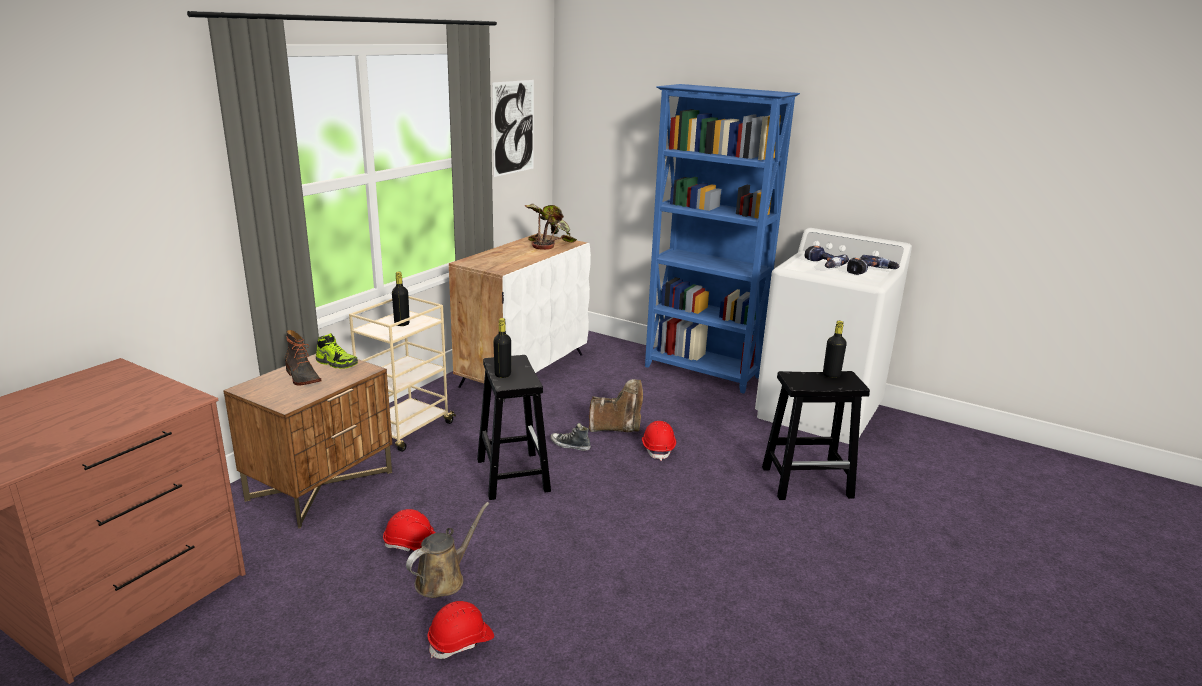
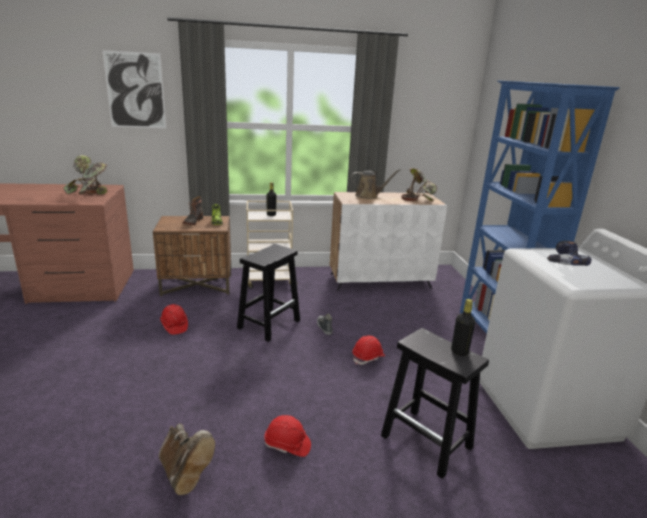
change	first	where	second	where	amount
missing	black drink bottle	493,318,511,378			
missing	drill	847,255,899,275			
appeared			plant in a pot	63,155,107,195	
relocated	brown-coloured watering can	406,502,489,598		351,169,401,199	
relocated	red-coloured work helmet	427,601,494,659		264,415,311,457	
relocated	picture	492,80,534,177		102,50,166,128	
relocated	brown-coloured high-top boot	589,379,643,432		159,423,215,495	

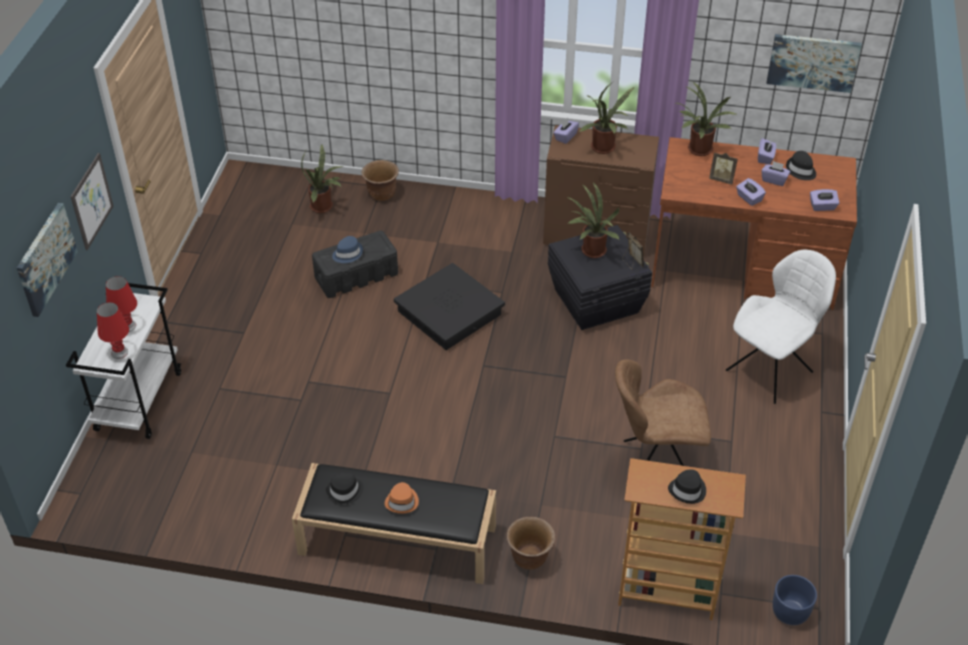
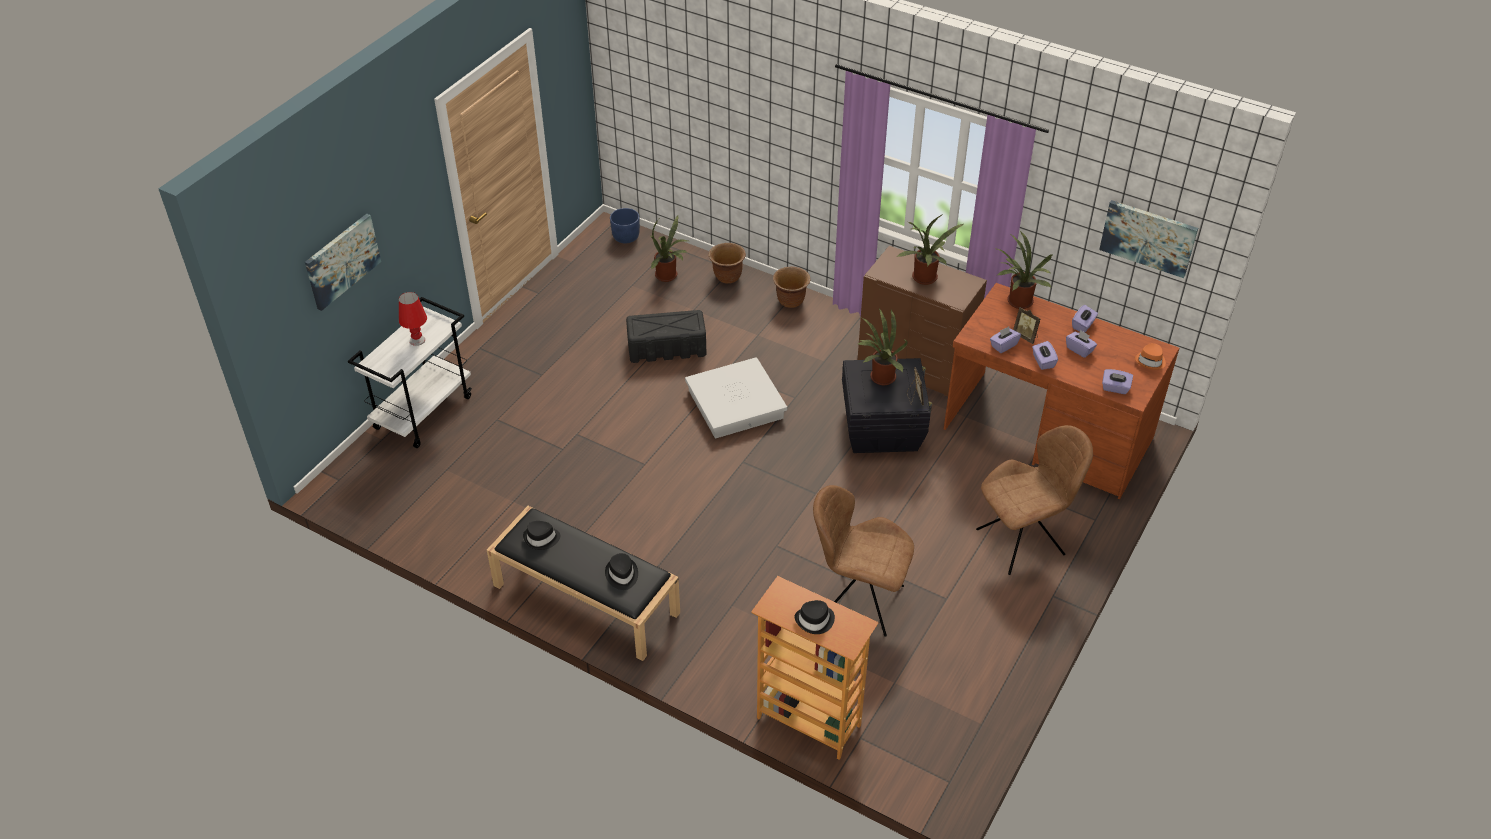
change	first	where	second	where	amount
missing	picture	71,153,113,250			
missing	red-coloured table lamp	97,302,129,359			
missing	blue wearable hat	332,236,363,263			
relocated	orangey wearable hat	384,482,419,514		1135,343,1166,370	
relocated	brown-coloured flower pot	506,517,555,570		773,267,811,308	
relocated	purplish box of tissues	554,118,579,144		990,327,1021,353	
relocated	blue flower pot	772,575,817,625		610,208,640,244	
relocated	black wearable hat	786,151,816,180		605,553,638,590	
colour	black storage box	394,263,505,350	whitish storage box	685,357,787,439	
colour	whitish chair	726,250,836,404	brown-coloured chair	976,425,1093,575	

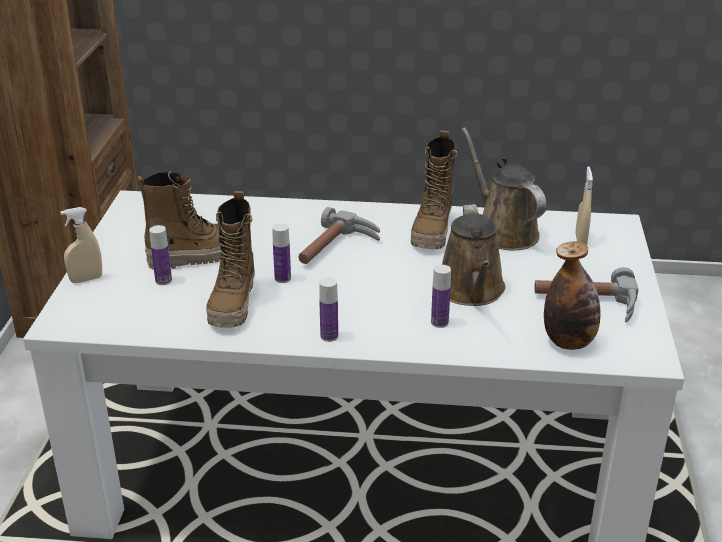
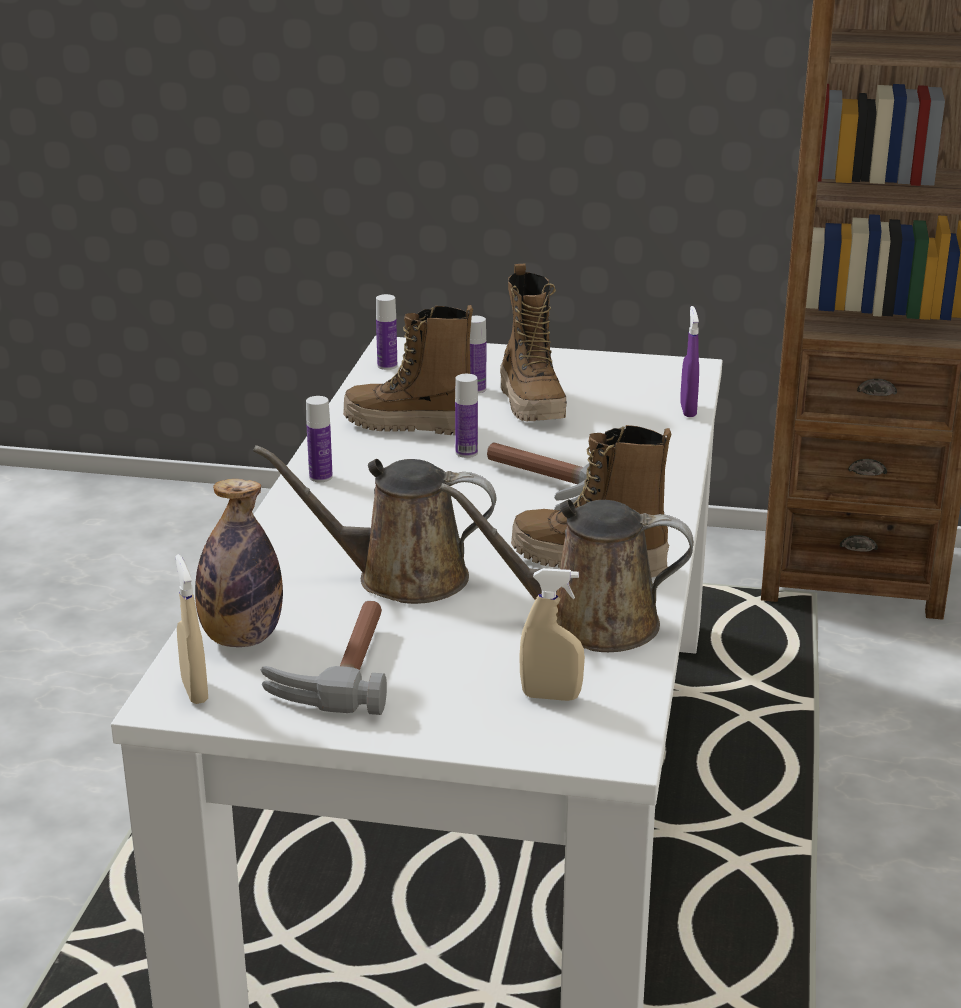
change	first	where	second	where	amount
appeared			purplish spray bottle	680,306,699,417	
relocated	beige spray bottle	60,207,102,283		175,554,208,704	
relocated	drink bottle	431,265,451,328		376,294,397,370	
spun	brown-coloured watering can	462,128,546,250		440,483,694,652	150 degrees counterclockwise

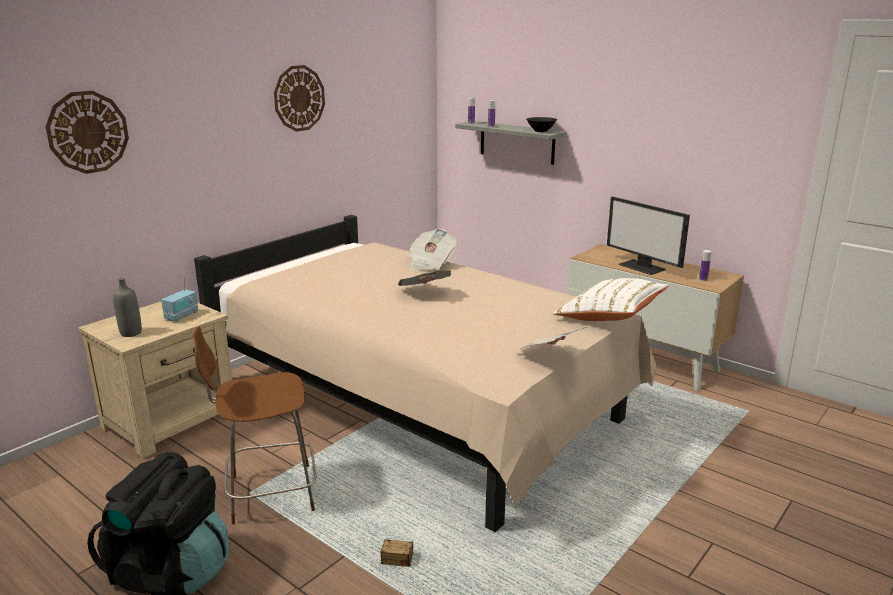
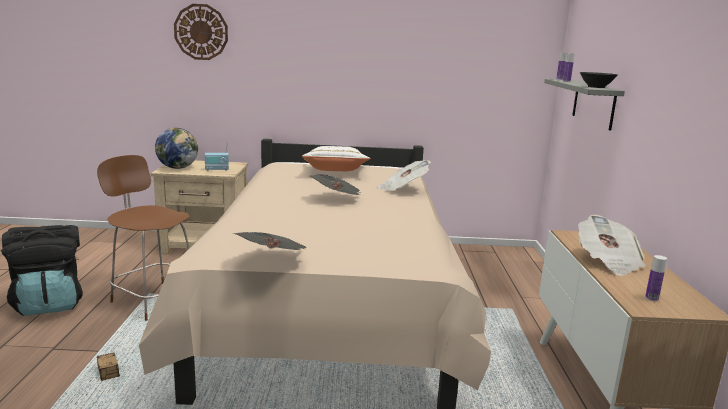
change	first	where	second	where	amount
missing	wall clock	274,65,325,132			
relocated	whitish pillow	553,278,669,321		302,146,370,171	
exchanged	grey drink bottle	113,278,142,337	desk globe	155,128,198,169	
exchanged	computer display	607,196,690,275	daily paper	578,215,646,276	

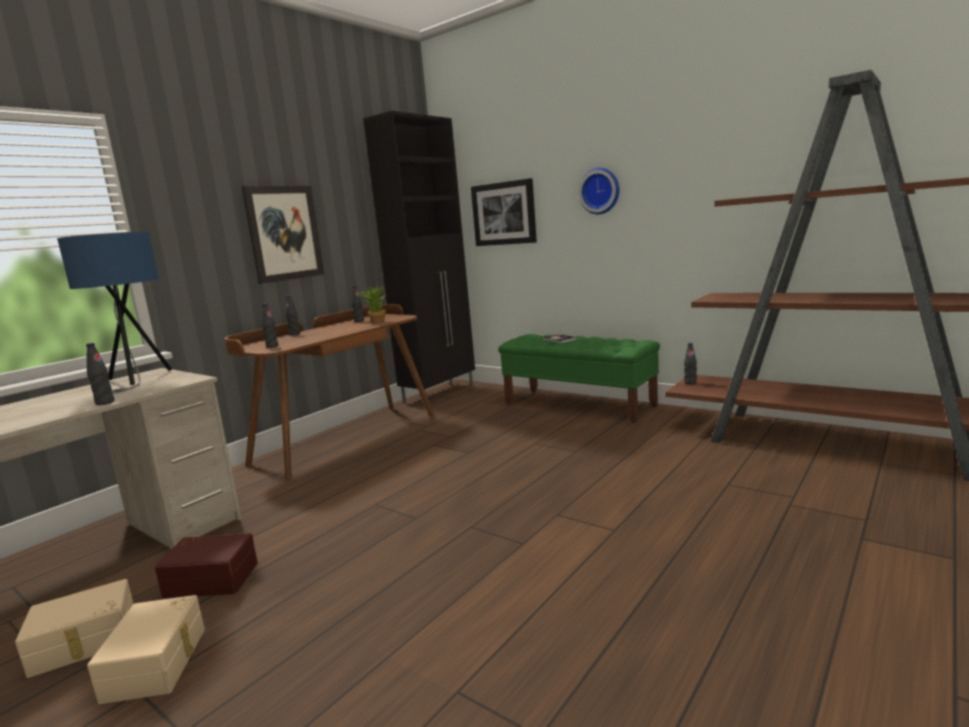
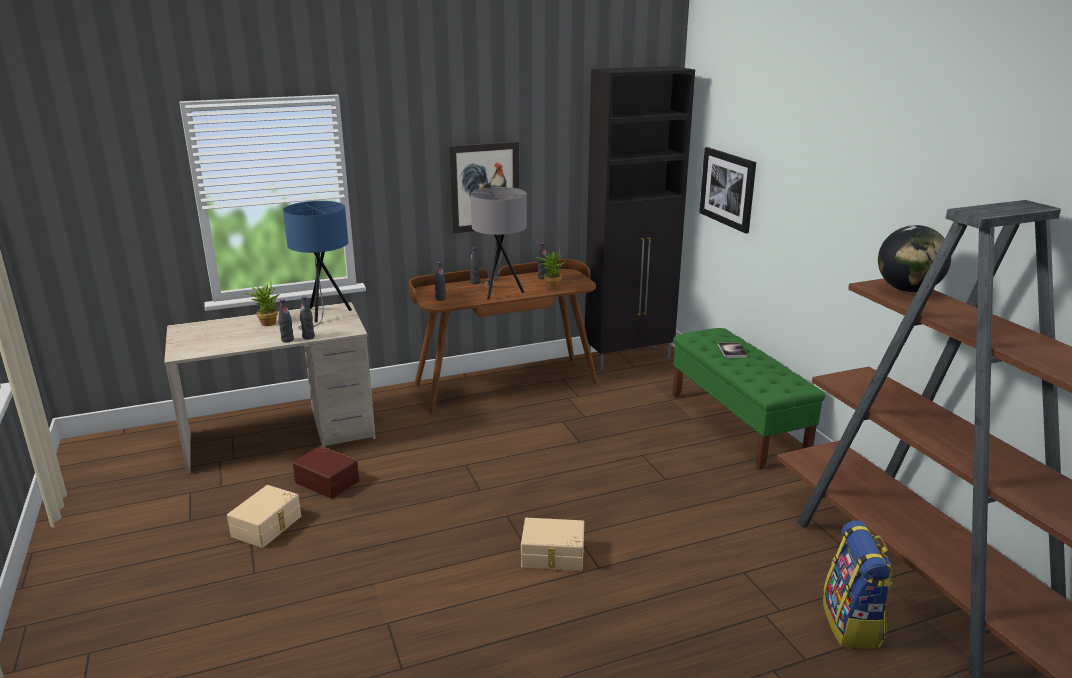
change	first	where	second	where	amount
missing	wall clock	579,168,619,214			
appeared			plant in a pot	245,282,280,326	
appeared			grey table lamp	471,187,527,300	
appeared			knapsack	823,521,893,649	
appeared			desk globe	878,225,951,292	
relocated	beige storage box	15,579,134,678		521,518,584,571	
relocated	black drink bottle	684,343,697,384		300,296,315,340	

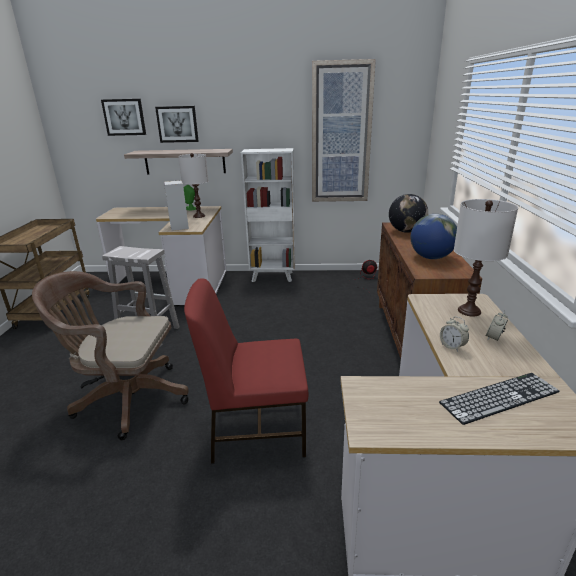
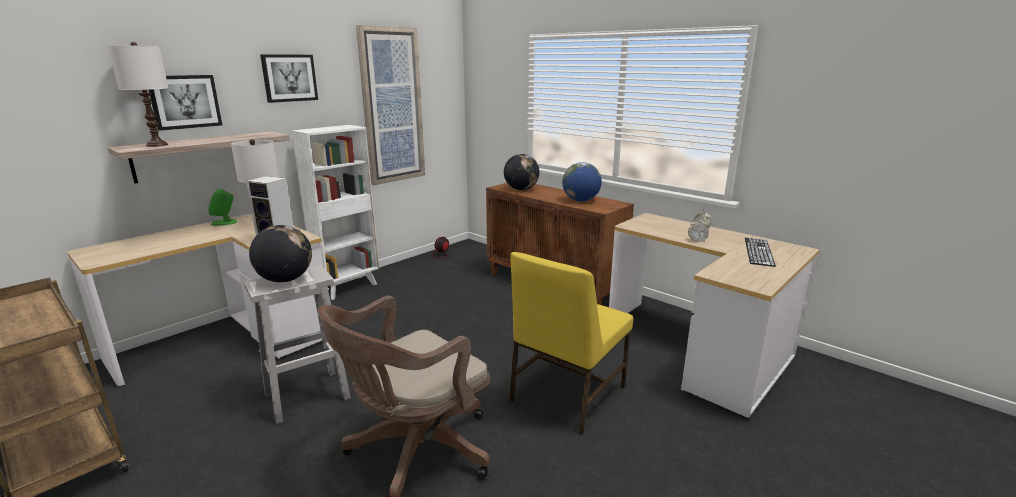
change	first	where	second	where	amount
appeared			desk globe	249,225,312,282	
relocated	picture	101,99,146,136		260,54,318,103	
relocated	whitish table lamp	454,199,518,317		108,42,168,147	
colour	red-coloured chair	184,278,308,464	yellow-coloured chair	509,252,633,435	

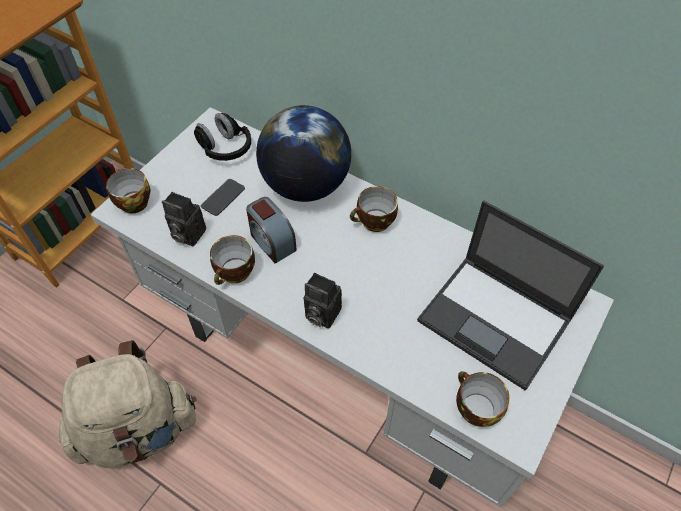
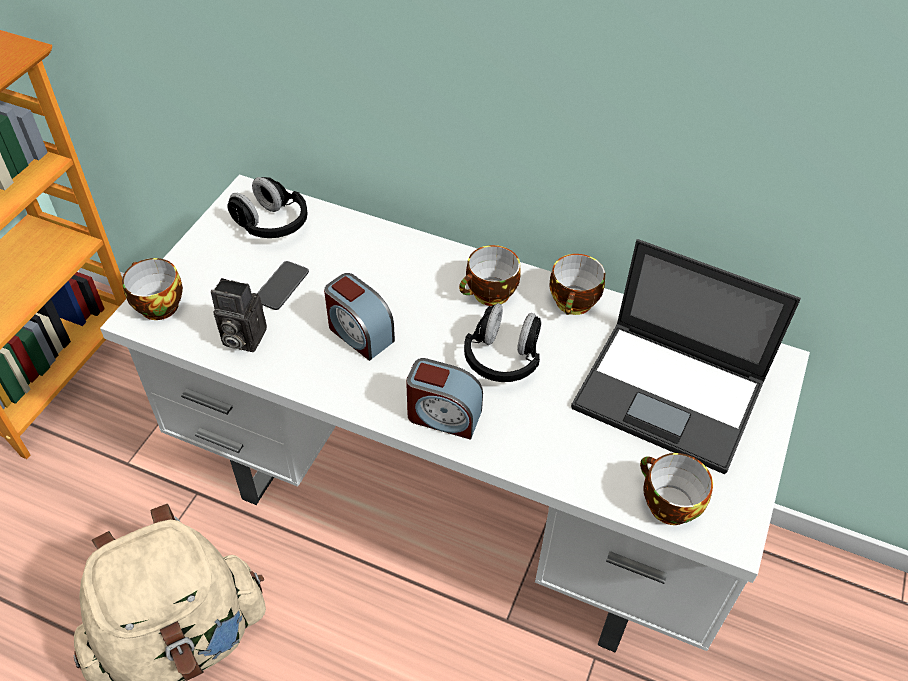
change	first	where	second	where	amount
missing	desk globe	256,105,351,202			
appeared			black headphones	464,303,541,382	
relocated	cup	210,235,255,285		549,254,605,315	
exchanged	photo camera	304,273,342,329	alarm clock	406,358,483,440	

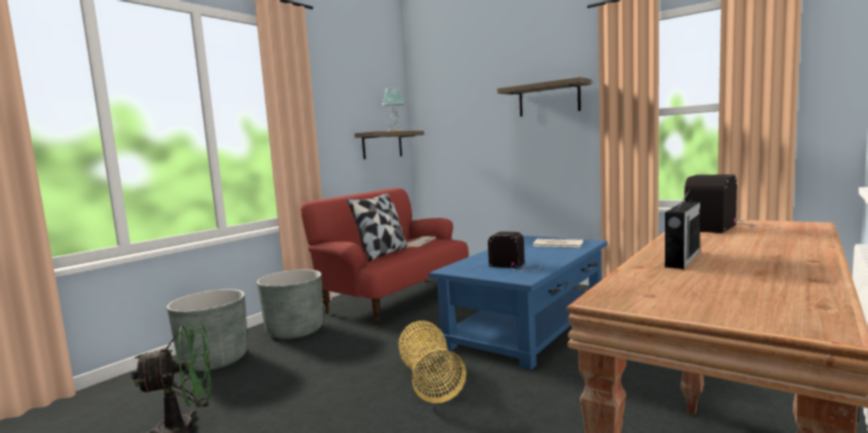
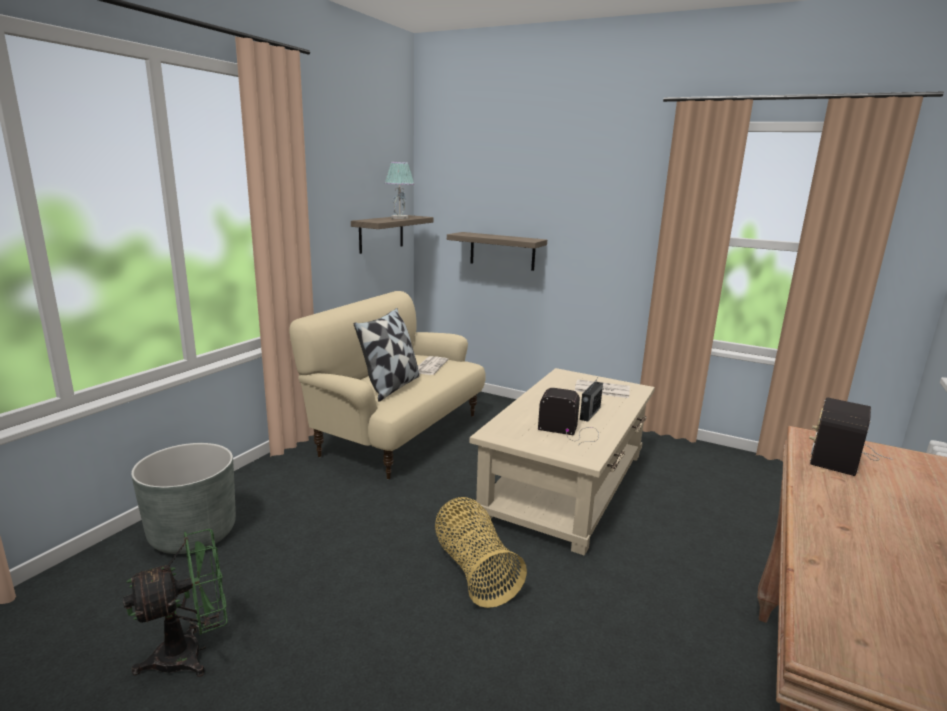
change	first	where	second	where	amount
missing	grey flower pot	257,269,323,339			
relocated	bracket shelf	497,77,591,117		447,232,547,271	
relocated	radio receiver	665,188,700,269		580,376,603,422	
colour	red-coloured settee	300,188,469,326	beige settee	289,291,485,480	
colour	blue low table	429,235,607,370	beige low table	469,368,655,556	

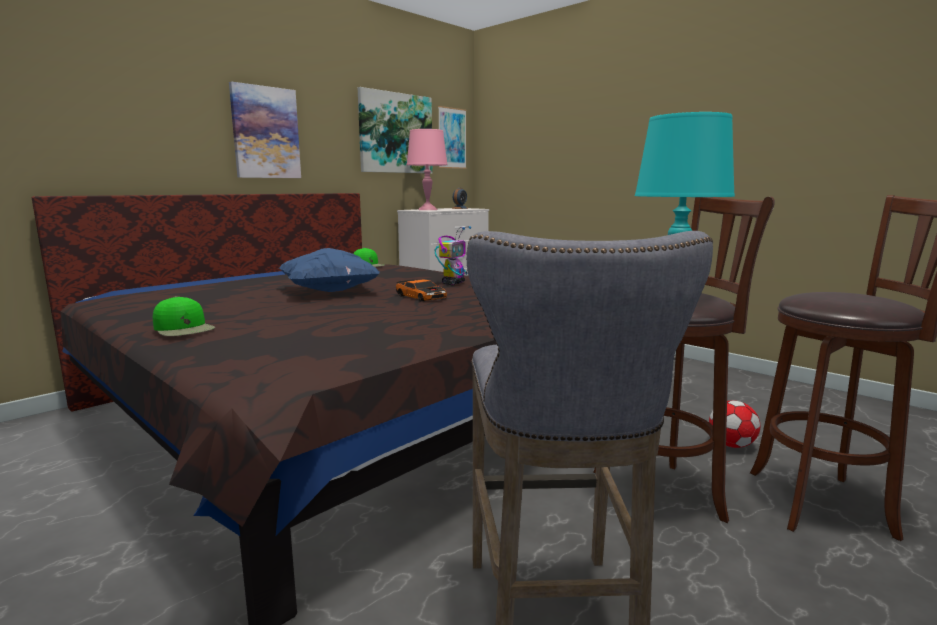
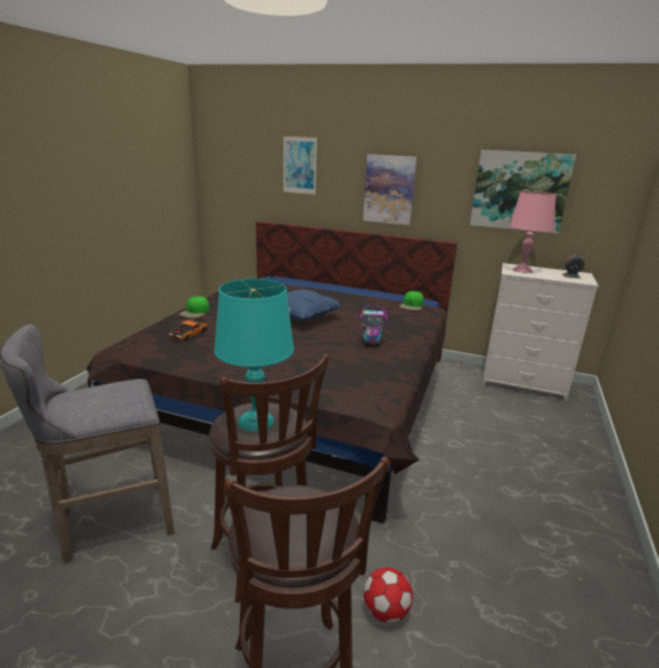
change	first	where	second	where	amount
relocated	model car	396,279,447,302		169,318,207,341	
relocated	picture	438,106,467,169		283,136,317,195	

